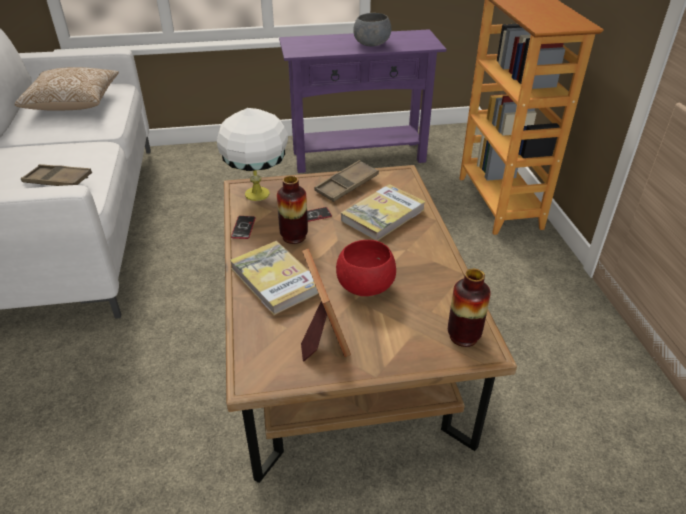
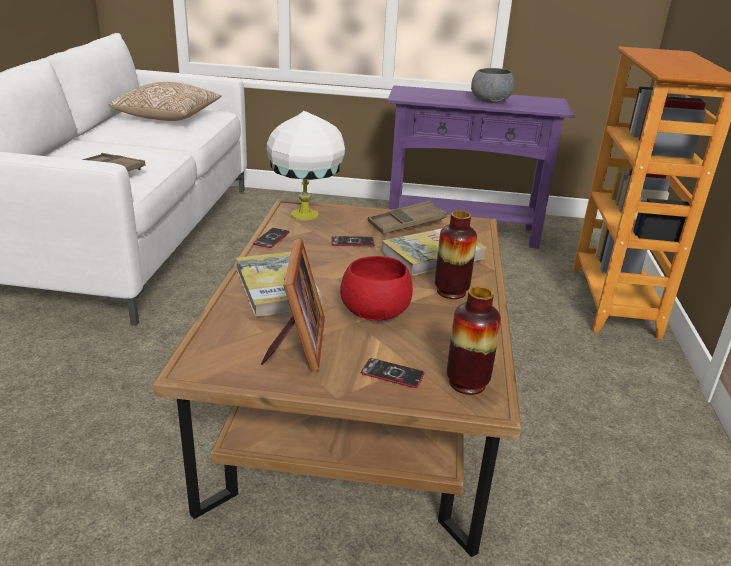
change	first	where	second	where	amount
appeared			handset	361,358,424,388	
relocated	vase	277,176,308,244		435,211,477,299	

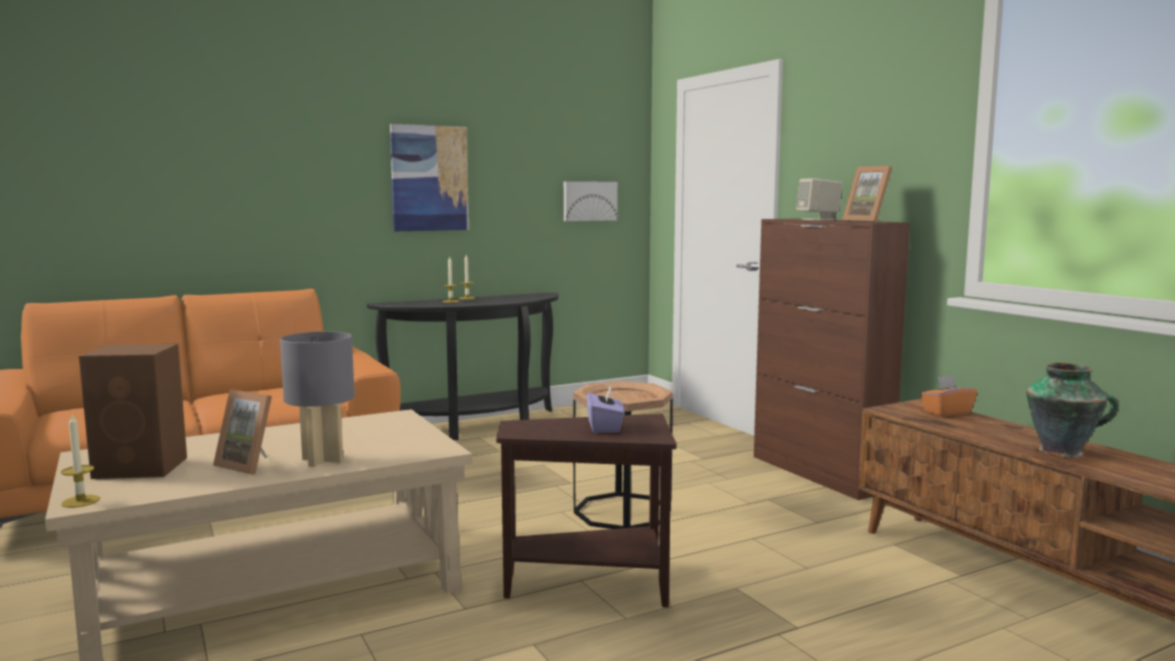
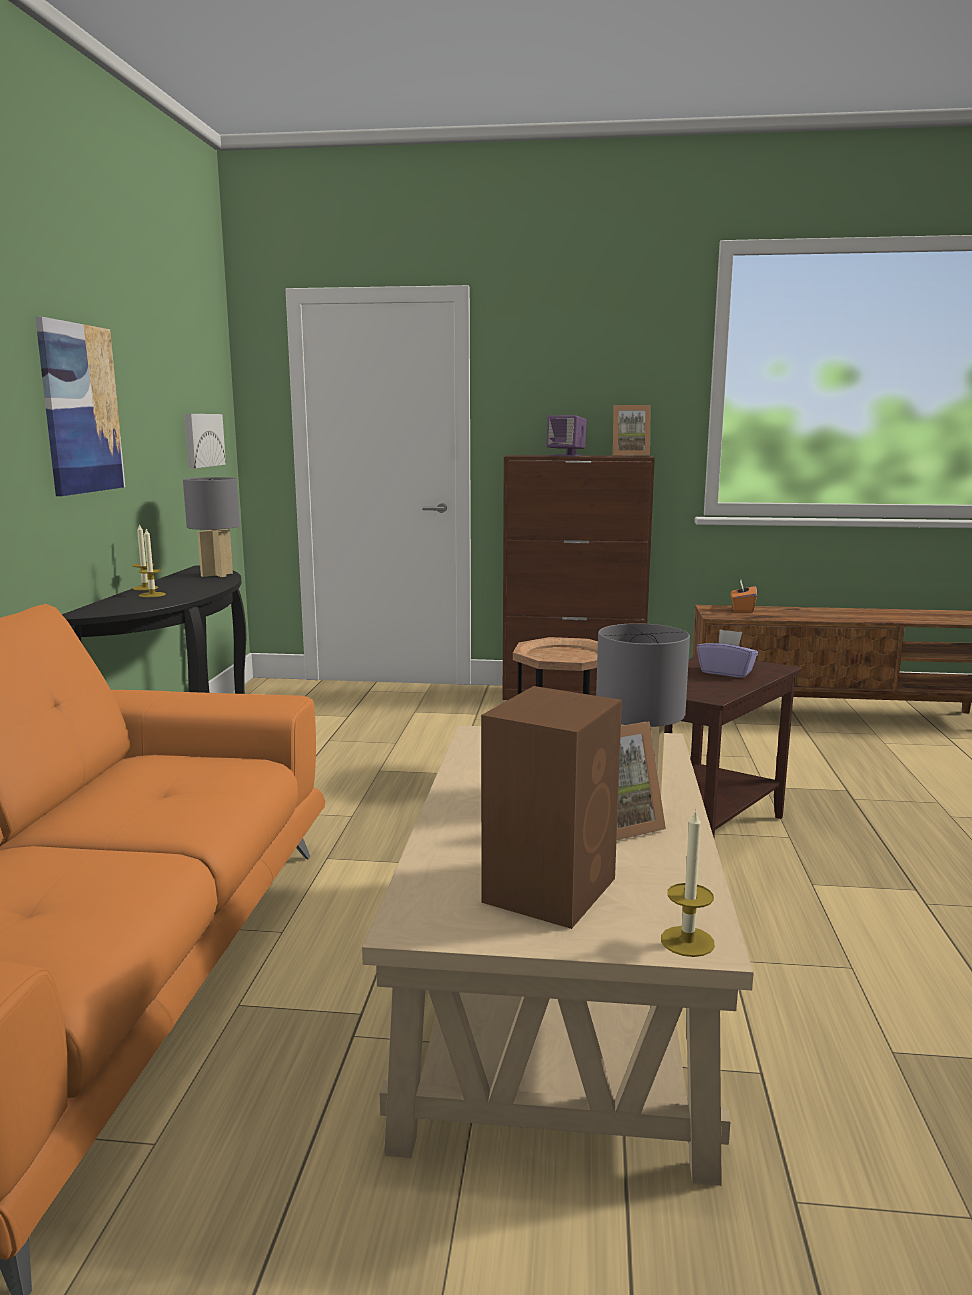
change	first	where	second	where	amount
missing	vase	1026,363,1118,458			
appeared			grey table lamp	183,477,240,577	
colour	beige audio speaker	796,178,842,220	purplish audio speaker	546,415,587,457	

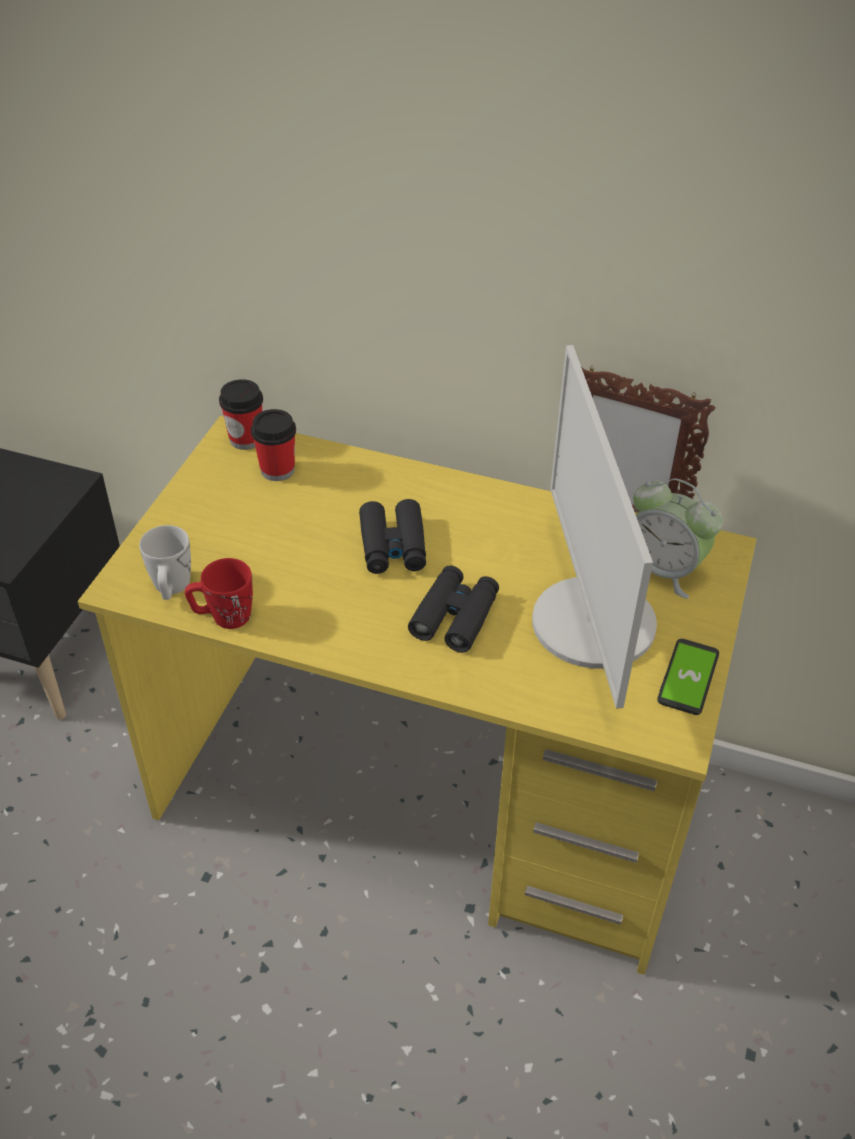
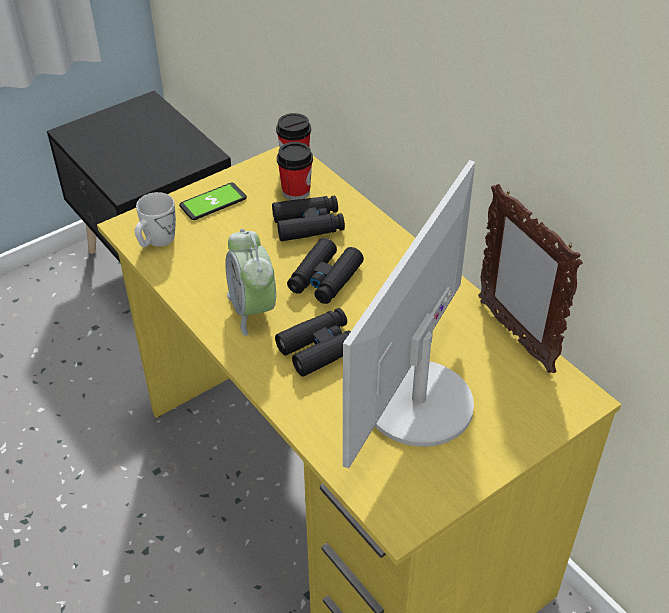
change	first	where	second	where	amount
missing	red-coloured tea mug	185,558,253,629			
appeared			black pair of binoculars	272,196,345,241	
relocated	alarm clock	633,478,723,599		225,228,276,336	
relocated	handset	657,639,719,715		179,183,247,220	

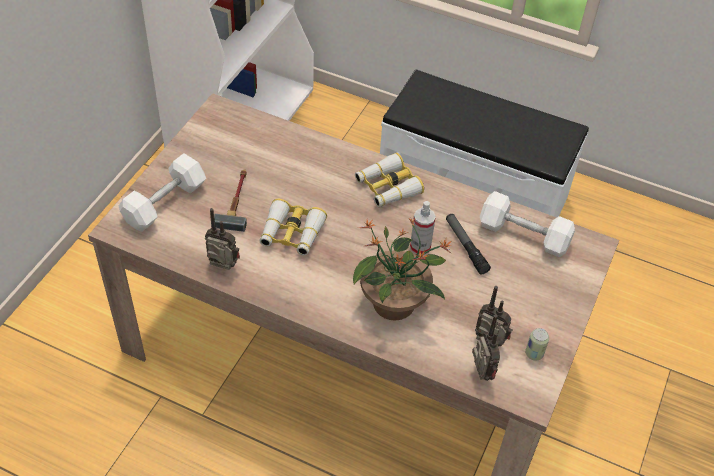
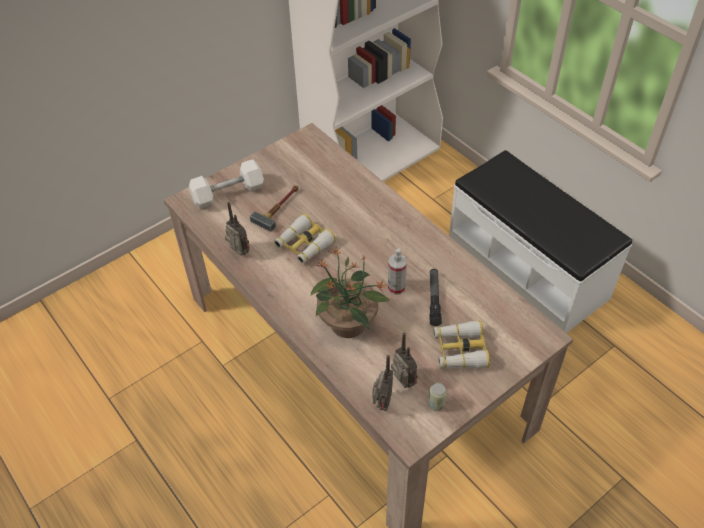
change	first	where	second	where	amount
missing	whitish free weight	480,191,575,257			
relocated	pair of binoculars	355,152,424,207		433,320,490,369	

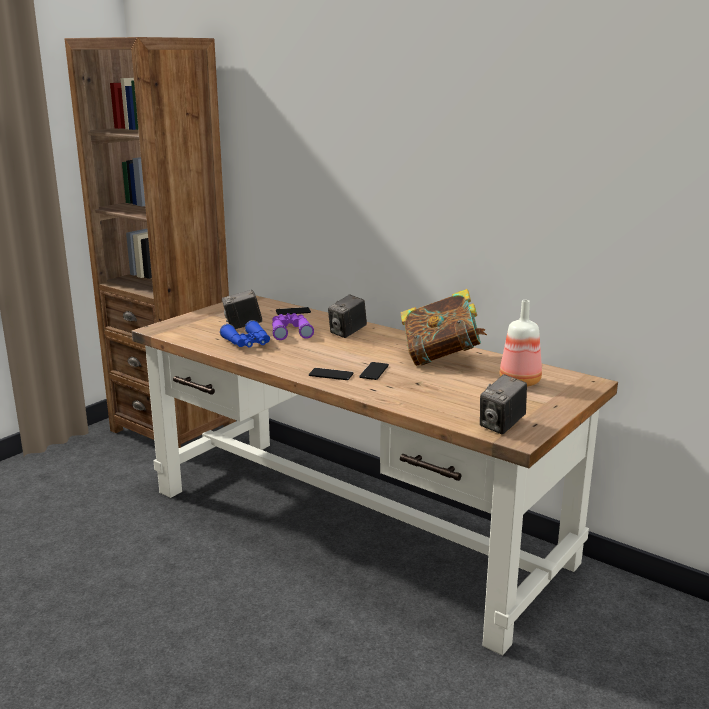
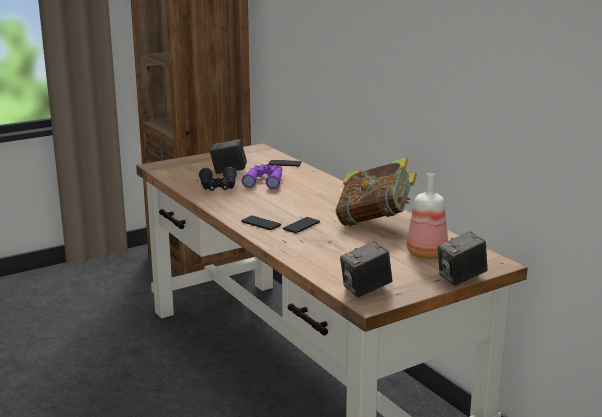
change	first	where	second	where	amount
relocated	photo camera	328,294,367,338		438,231,487,286	
colour	blue pair of binoculars	220,320,270,347	black pair of binoculars	199,167,237,191	

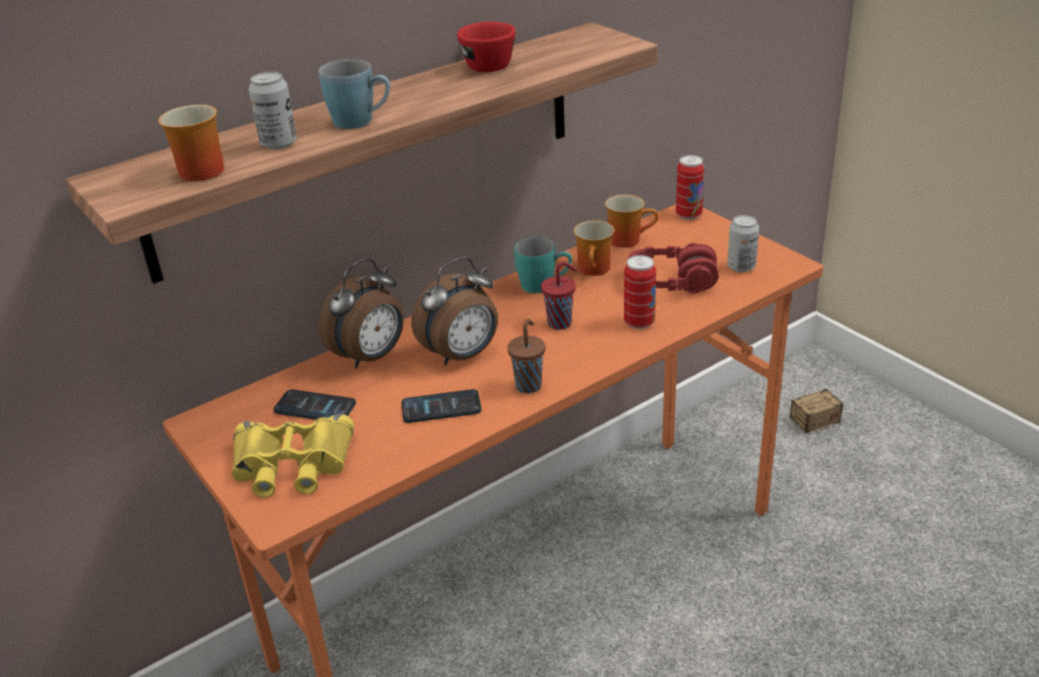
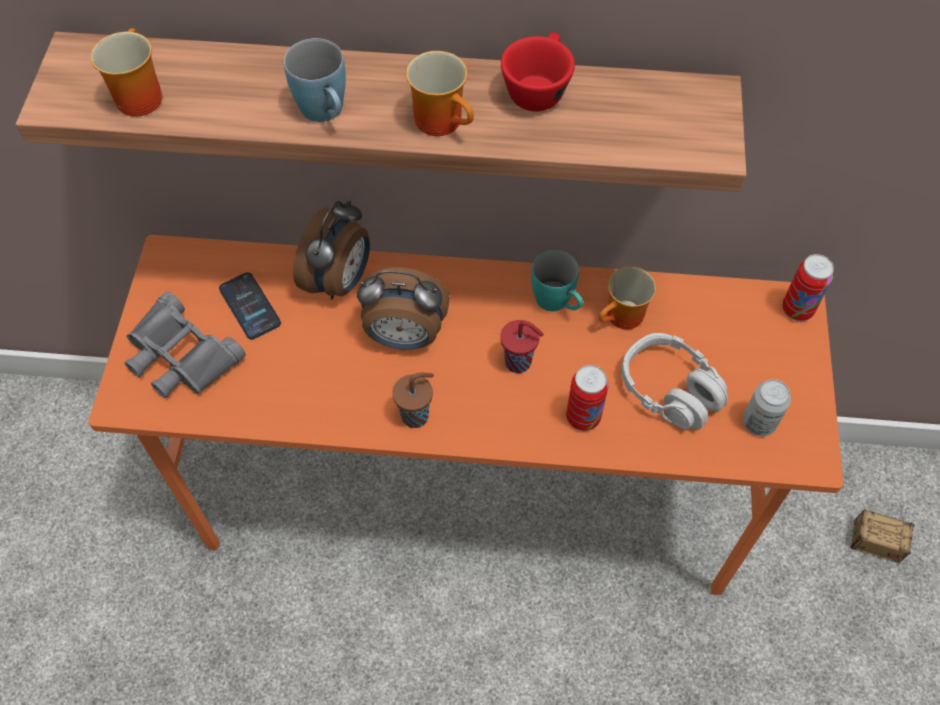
change	first	where	second	where	amount
missing	can	249,72,297,150			
missing	handset	401,389,481,423			
relocated	tea mug	605,195,659,248		406,51,474,136	
colour	yellow-coloured pair of binoculars	232,414,354,497	grey pair of binoculars	125,292,246,398	
colour	red-coloured headphones	627,243,719,294	grey headphones	621,333,728,430	
spun	alarm clock	318,258,404,369		293,199,370,300	60 degrees counterclockwise

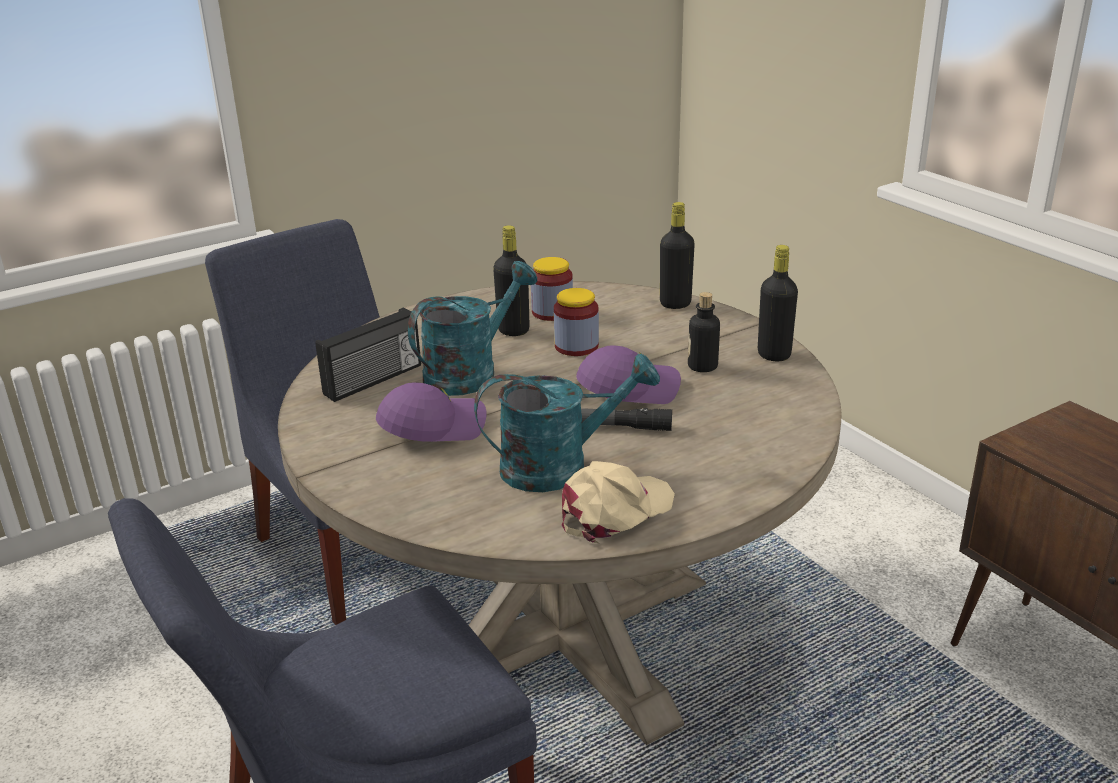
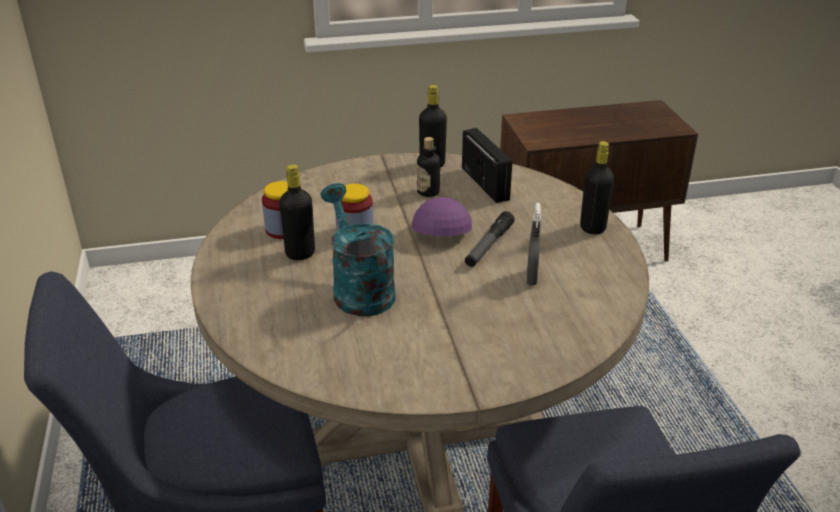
change	first	where	second	where	amount
missing	purplish cap	376,382,487,442			
missing	beige cap	562,461,675,544			
relocated	radio receiver	315,308,421,402		462,128,512,203	
relocated	black drink bottle	660,202,695,309		580,141,614,235	
exchanged	blue-green watering can	474,354,660,492	grey spray bottle	527,203,541,286	

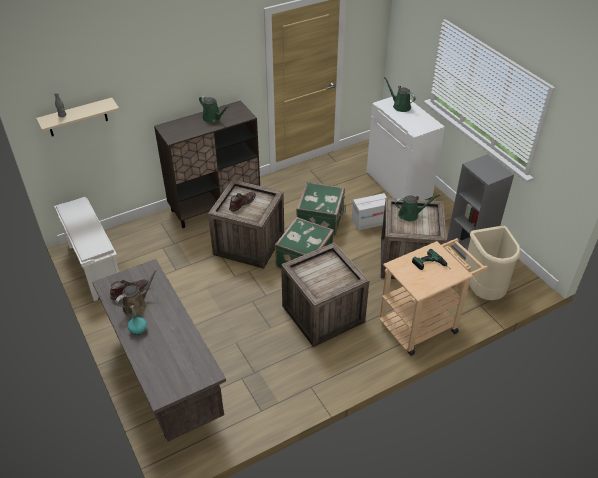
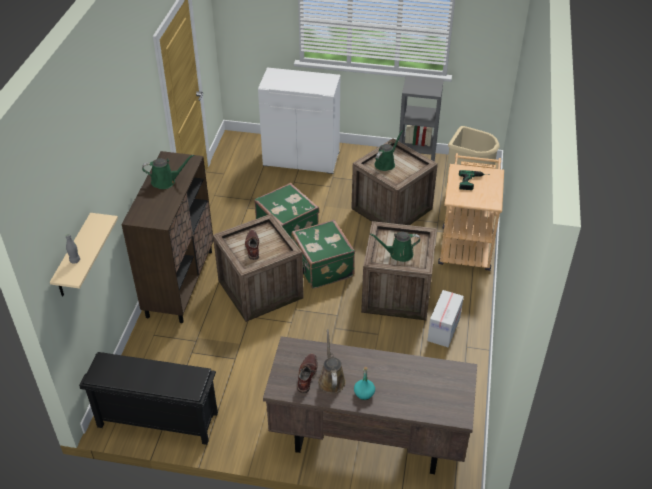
change	first	where	second	where	amount
relocated	cardboard box	352,193,387,230		427,290,464,347	
relocated	greenish watering can	384,77,416,112		370,232,420,262	
colour	whitish shoe rack	54,197,119,301	black shoe rack	79,352,218,445	

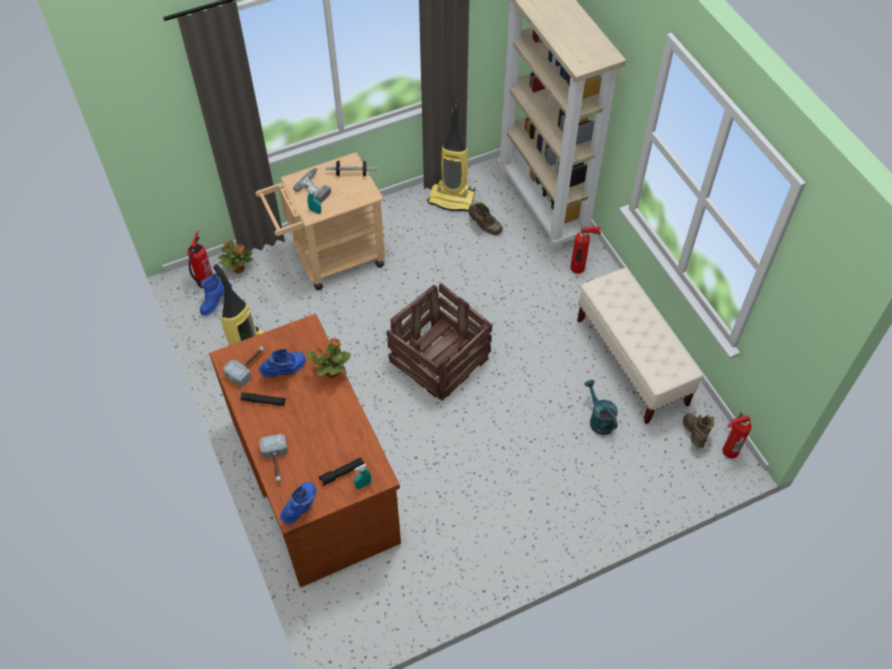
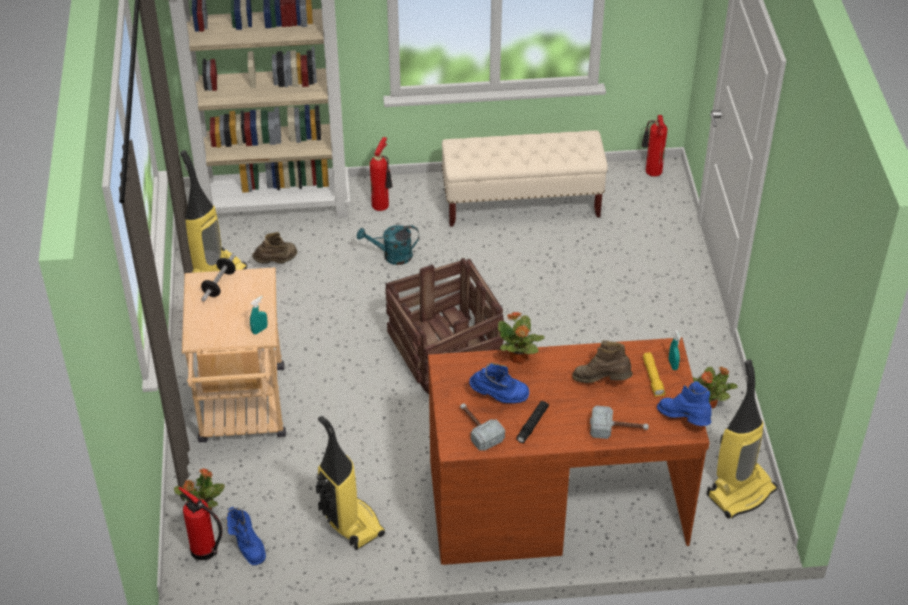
change	first	where	second	where	amount
missing	drill	293,168,331,203			
appeared			plant in a pot	693,366,738,408	
appeared			vacuum	707,359,777,518	
relocated	blue-green watering can	584,380,618,435		357,225,419,265	
relocated	brown-coloured high-top boot	683,413,714,448		572,340,633,383	
colour	black hand torch	319,458,364,486	yellow-coloured hand torch	643,352,665,397	
spun	blue high-top boot	259,348,306,377		469,363,529,403	105 degrees clockwise

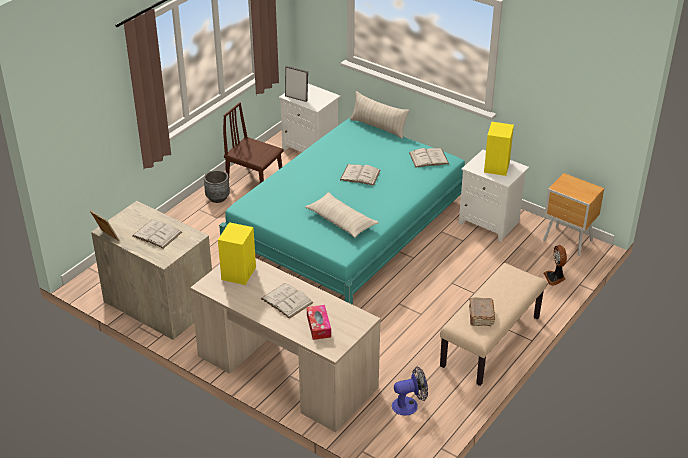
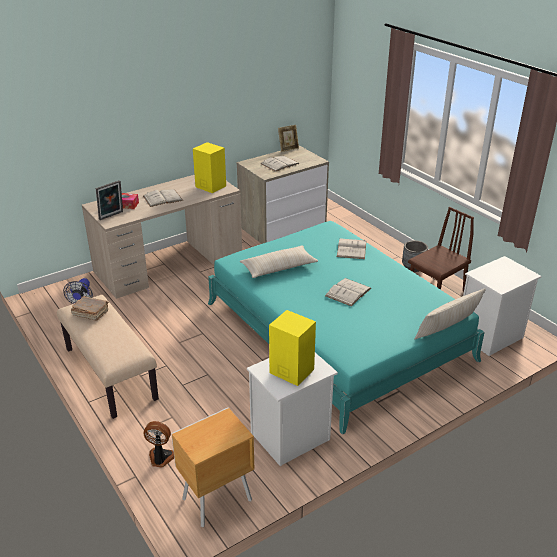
change	first	where	second	where	amount
relocated	standing frame	285,66,308,102		96,180,123,220	
relocated	whitish bound book	409,148,449,168		337,238,367,259	

